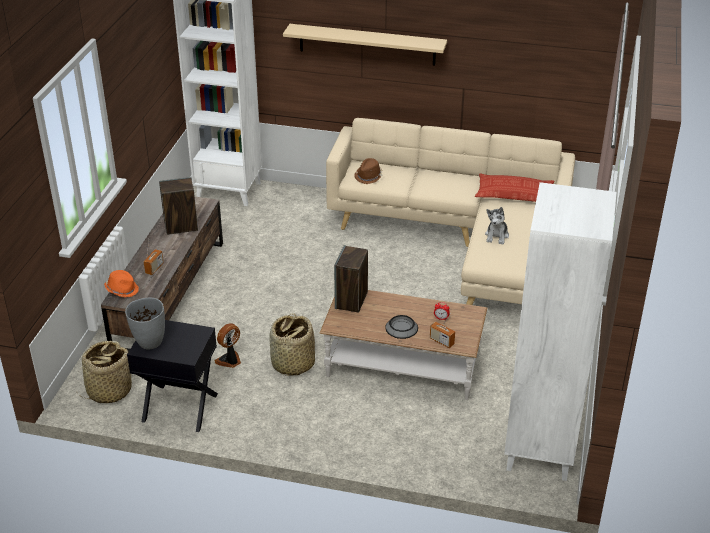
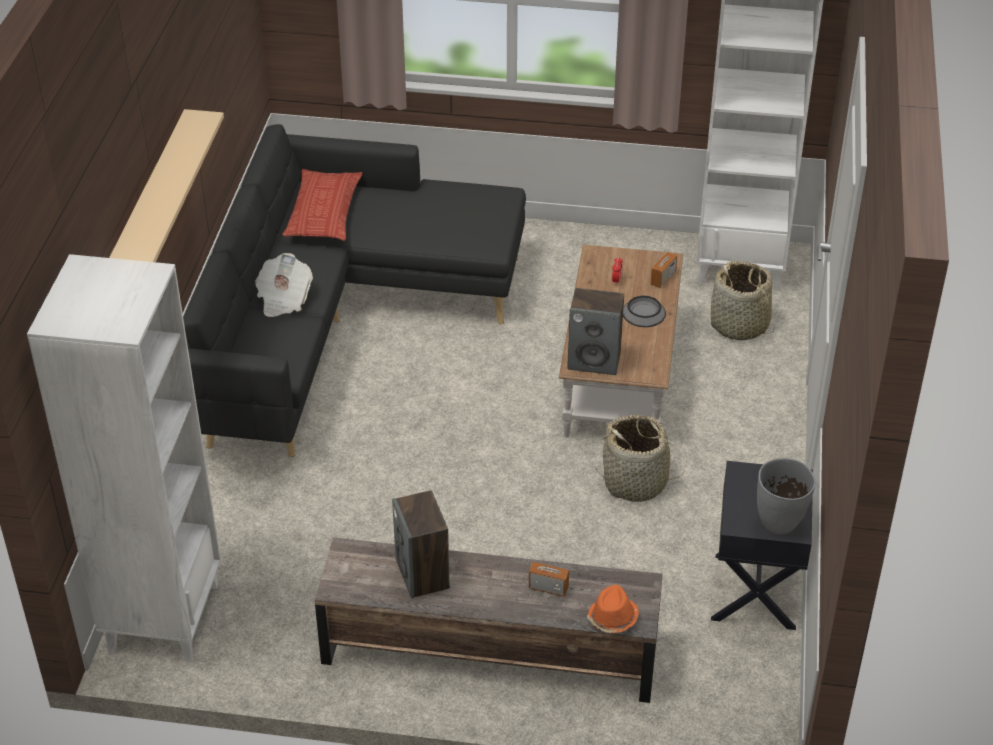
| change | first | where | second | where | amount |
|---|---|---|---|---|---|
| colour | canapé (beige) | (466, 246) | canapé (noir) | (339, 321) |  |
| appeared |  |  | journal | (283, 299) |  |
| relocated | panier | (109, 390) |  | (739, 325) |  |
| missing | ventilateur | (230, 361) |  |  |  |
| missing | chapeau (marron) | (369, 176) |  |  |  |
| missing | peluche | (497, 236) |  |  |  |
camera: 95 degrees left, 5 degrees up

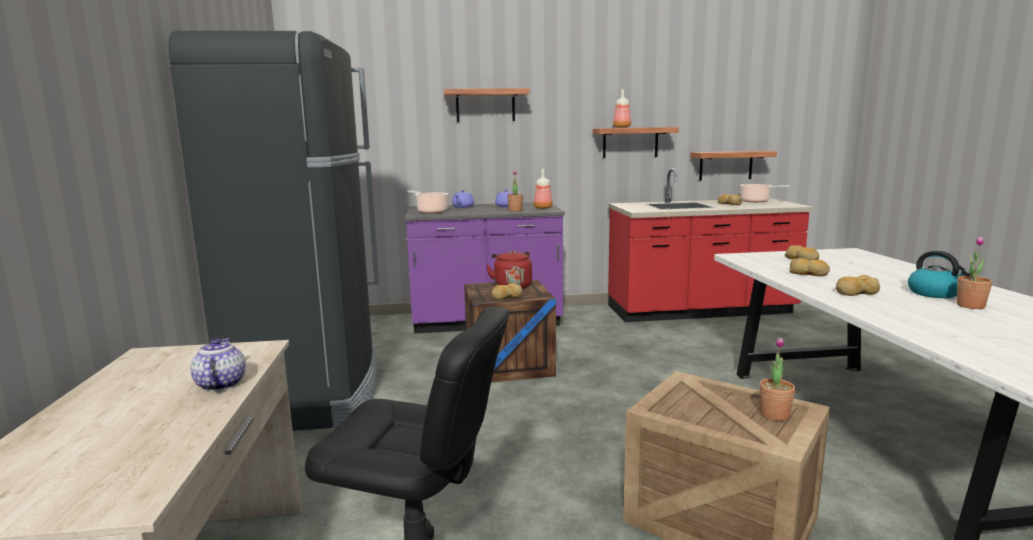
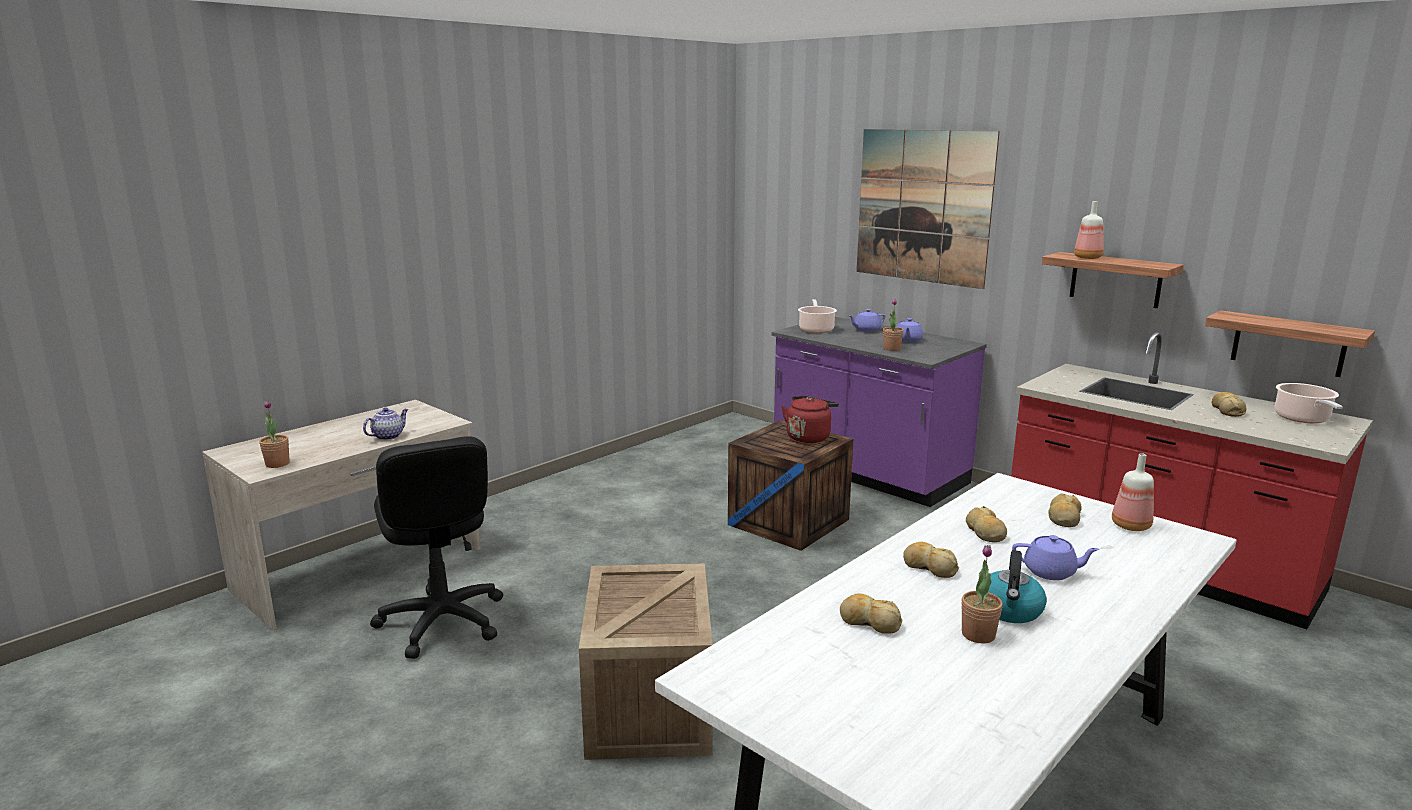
| change | first | where | second | where | amount |
|---|---|---|---|---|---|
| relocated | plante en pot | (774, 415) |  | (277, 464) |  |
| relocated | pain | (506, 297) |  | (869, 622) |  |
| exchanged | étagère | (485, 106) | tableau | (923, 206) |  |
| appeared |  |  | théière (violet) | (1051, 572) |  |
| relocated | bouteille | (542, 208) |  | (1129, 525) |  |
| missing | réfrigérateur (noir) | (311, 395) |  |  |  |
camera: 50 degrees right, 5 degrees up

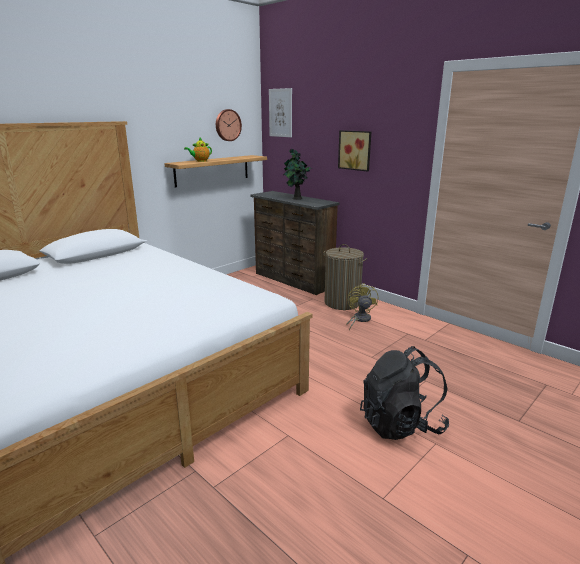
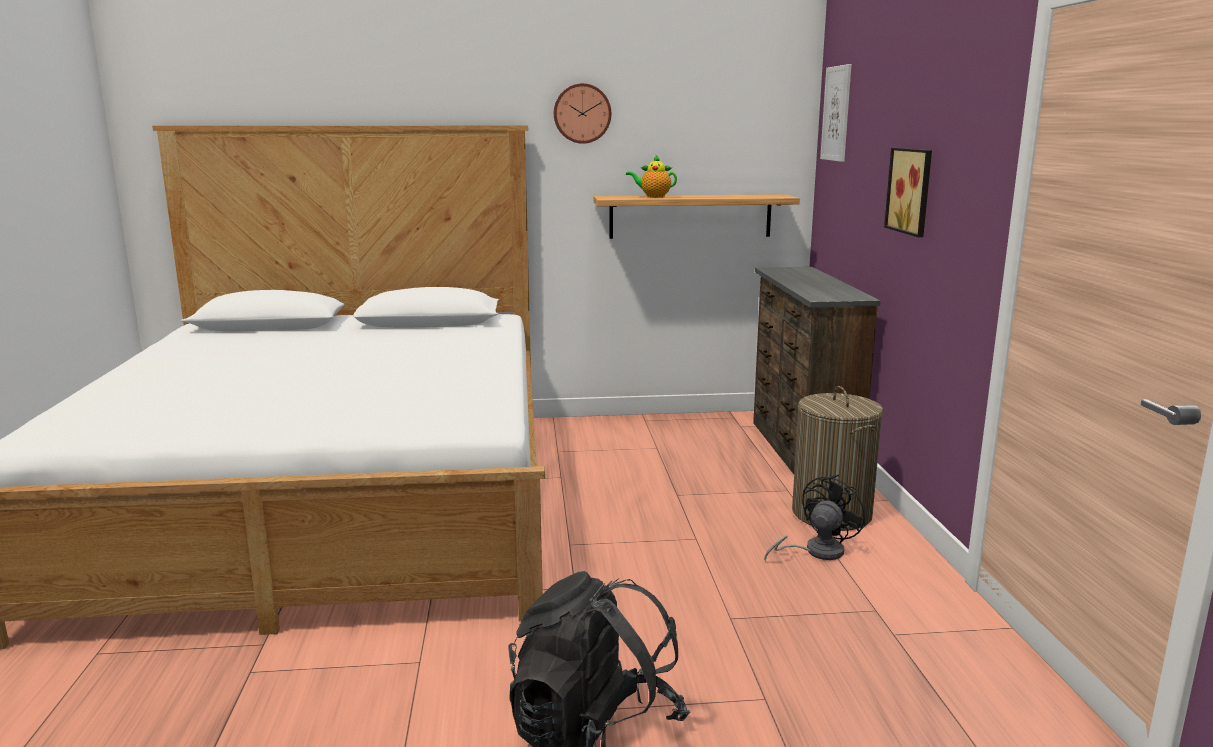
| change | first | where | second | where | amount |
|---|---|---|---|---|---|
| relocated | horloge murale | (227, 125) |  | (582, 113) |  |
| colour | ventilateur (jaune) | (359, 319) | ventilateur (noir) | (816, 552) |  |
| missing | plante en pot | (296, 198) |  |  |  |
camera: 40 degrees right, 5 degrees down

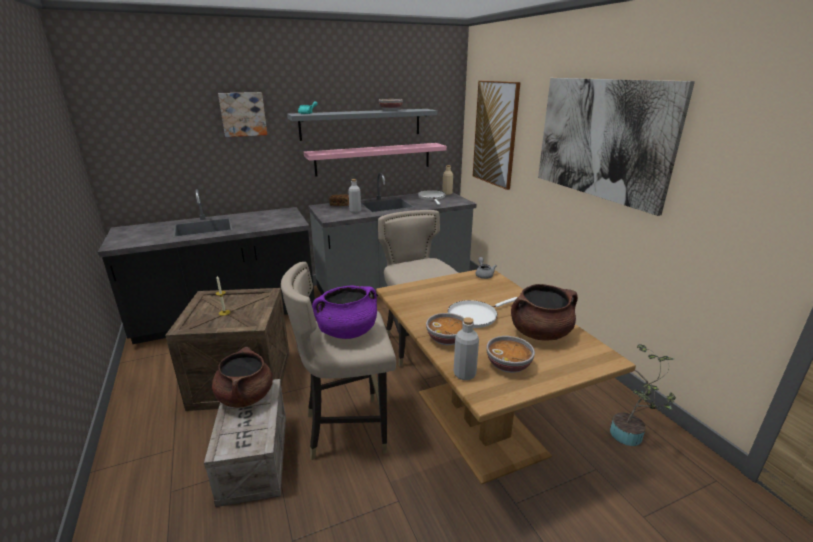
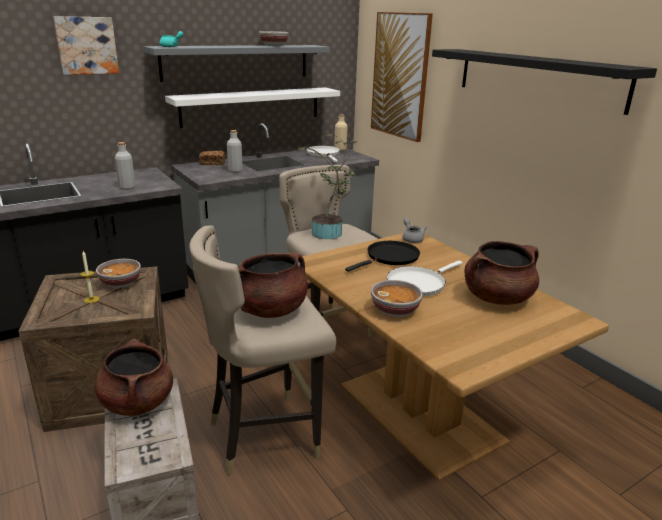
| change | first | where | second | where | amount |
|---|---|---|---|---|---|
| relocated | bol | (508, 365) |  | (121, 283) |  |
| relocated | bouteille (gris) | (464, 374) |  | (127, 187) |  |
| colour | étagère (rose) | (374, 159) | étagère (blanc) | (252, 106) |  |
| colour | marmite (violet) | (347, 332) | marmite (marron) | (270, 310) |  |
| relocated | plante en pot | (629, 437) |  | (329, 234) |  |
| appeared |  |  | poêle (noir) | (390, 257) |  |
| exchanged | tableau | (602, 139) | étagère (noir) | (537, 78) |  |
camera: 10 degrees left, 0 degrees up

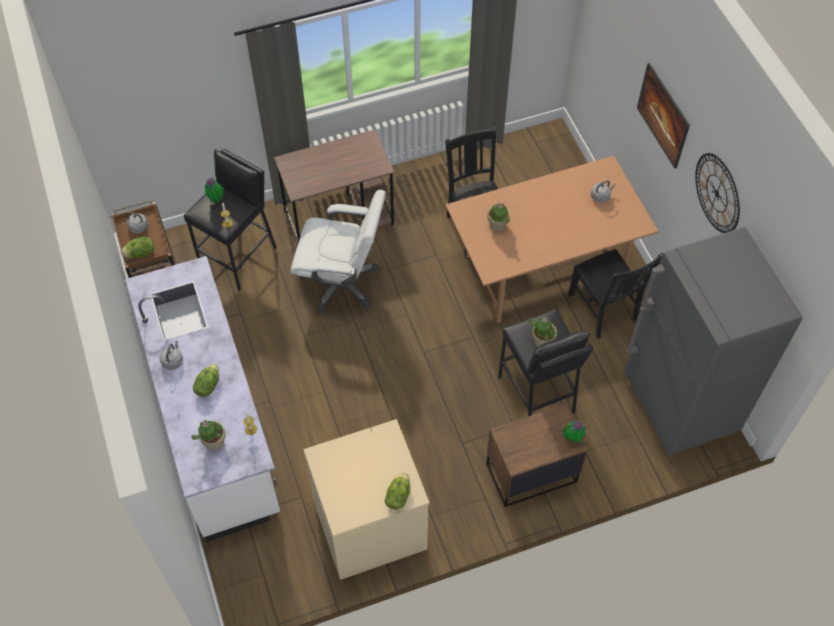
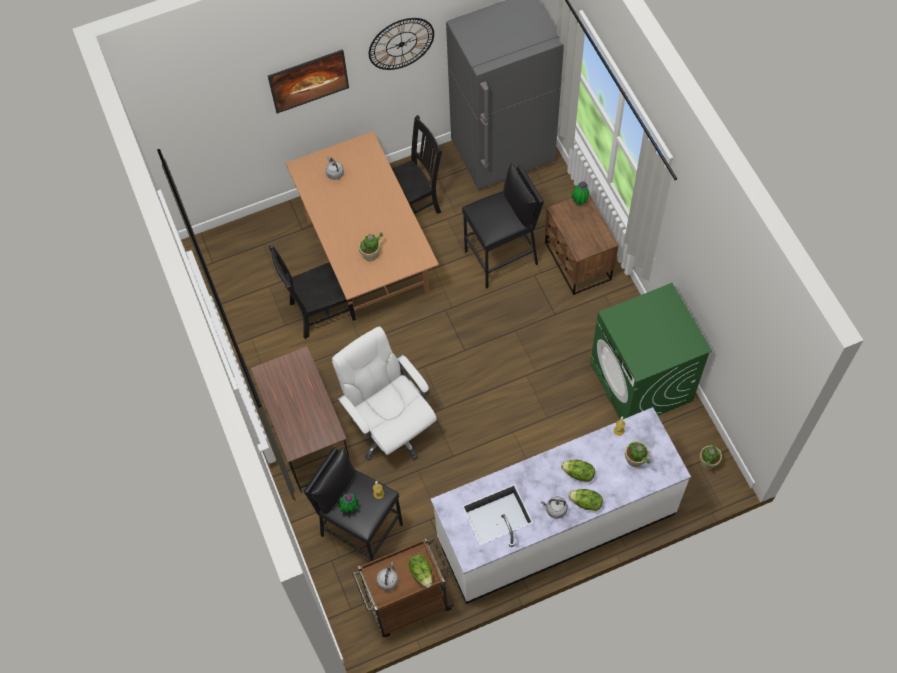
| change | first | where | second | where | amount |
|---|---|---|---|---|---|
| spun | chaise de bureau (blanc) | (342, 283) |  | (390, 427) | 45 degrees counterclockwise |
| relocated | laitue | (398, 496) |  | (585, 503) |  |
| colour | lave-linge (beige) | (369, 526) | lave-linge (vert) | (641, 382) |  |
| relocated | plante en pot | (542, 341) |  | (708, 462) |  |
camera: 90 degrees left, 5 degrees up

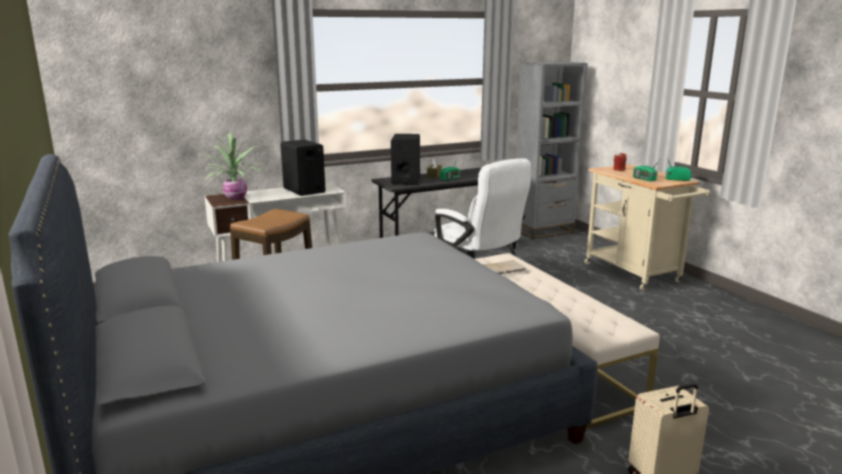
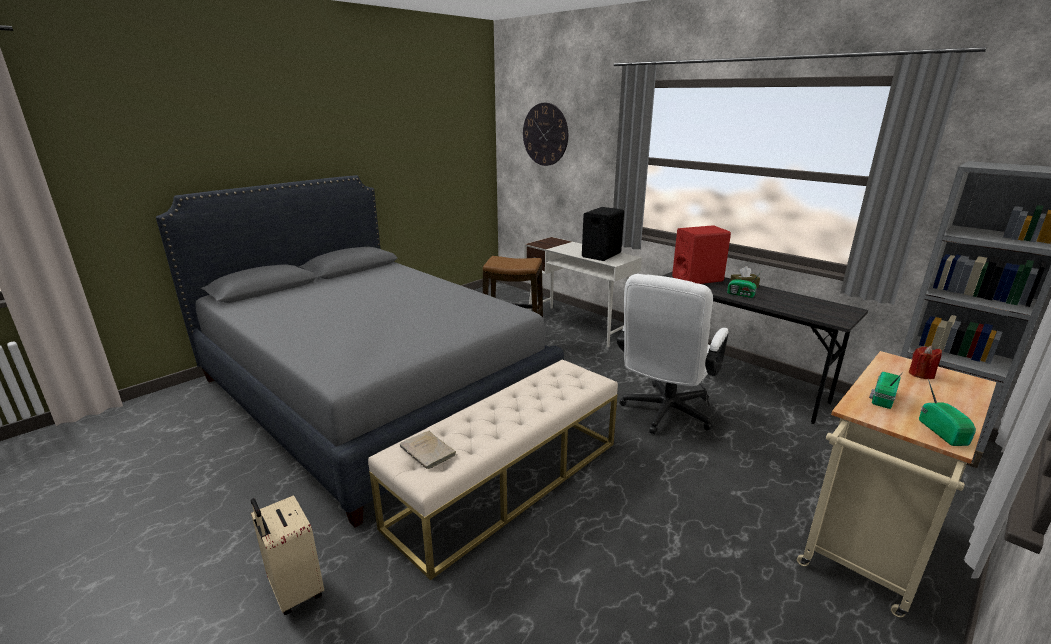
| change | first | where | second | where | amount |
|---|---|---|---|---|---|
| relocated | livre (beige) | (505, 269) |  | (429, 452) |  |
| appeared |  |  | horloge murale | (545, 134) |  |
| colour | enceinte (noir) | (406, 180) | enceinte (rouge) | (697, 279) |  |
| missing | plante en pot | (234, 198) |  |  |  |
camera: 70 degrees right, 5 degrees up

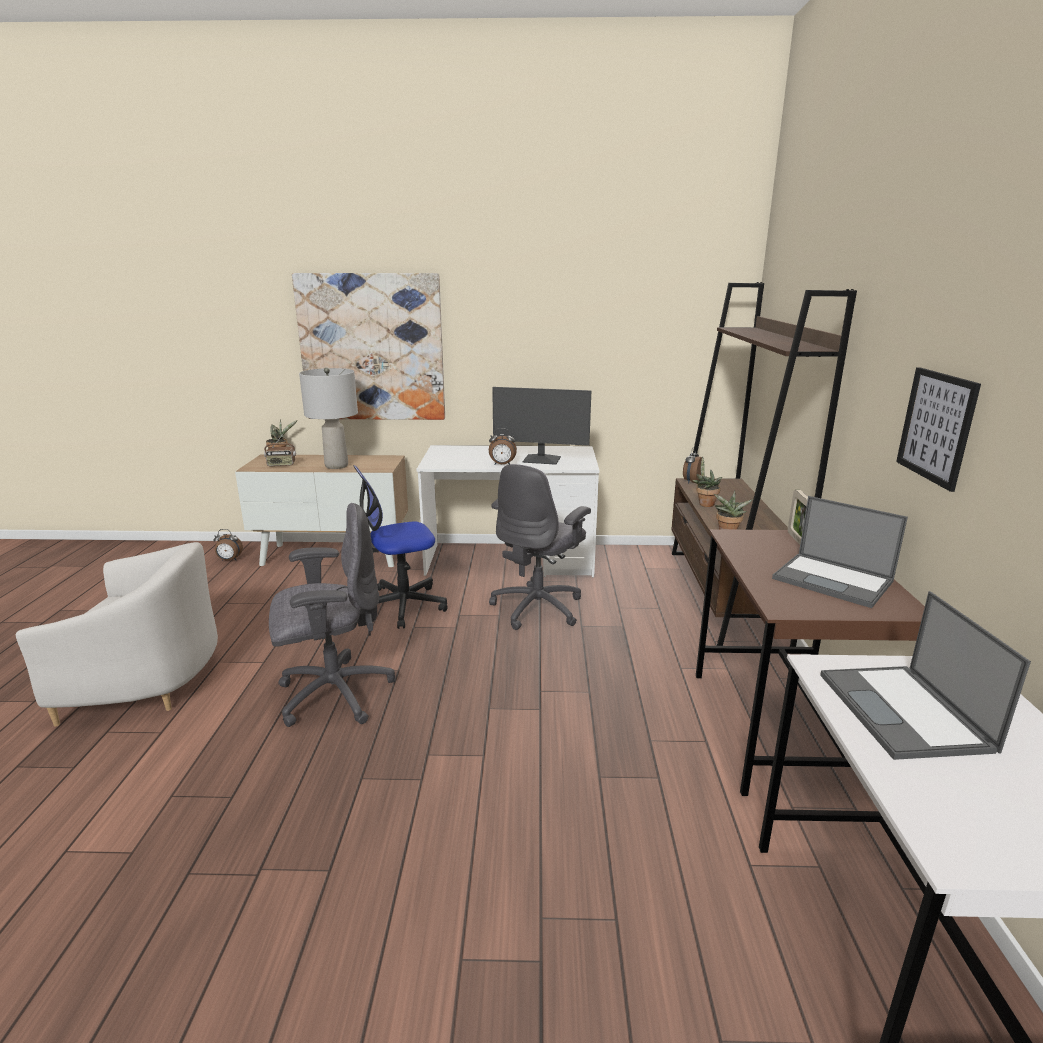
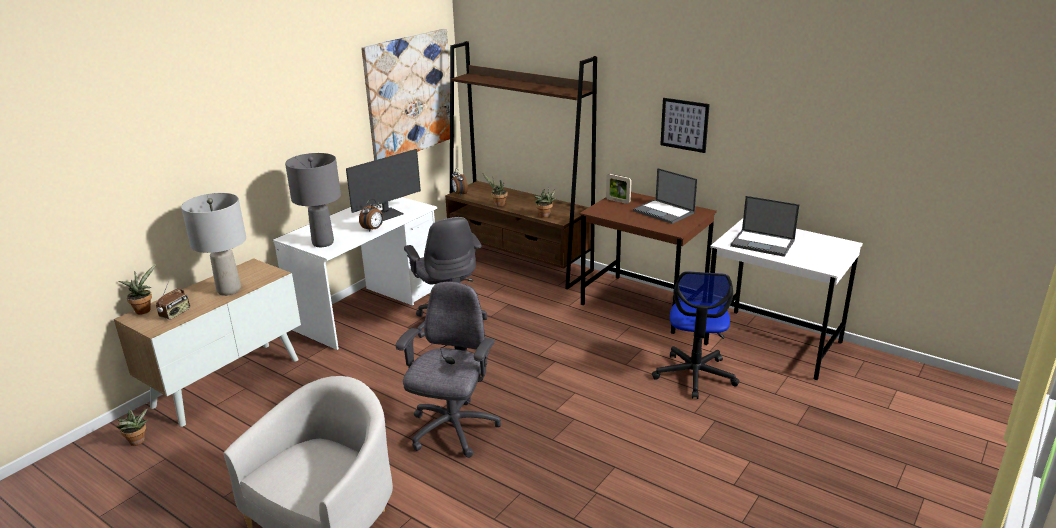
| change | first | where | second | where | amount |
|---|---|---|---|---|---|
| exchanged | réveil | (229, 560) | plante en pot | (137, 442) |  |
| appeared |  |  | lampe de table (gris) | (322, 243) |  |
| relocated | tableau | (372, 348) |  | (409, 95) |  |
| spun | ordinateur portable | (834, 580) |  | (664, 212) | 60 degrees clockwise |
| relocated | chaise de bureau | (402, 605) |  | (695, 375) |  |
camera: 55 degrees left, 5 degrees up

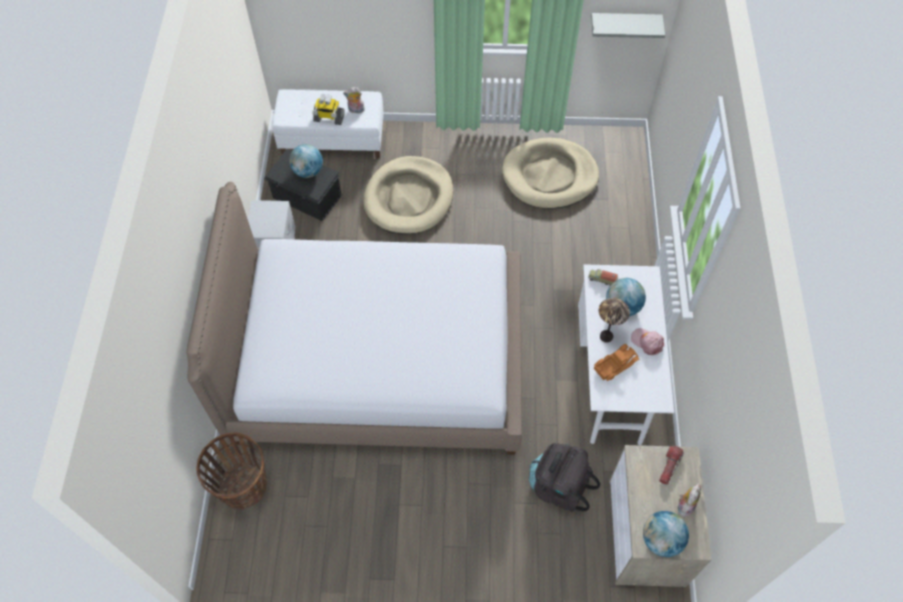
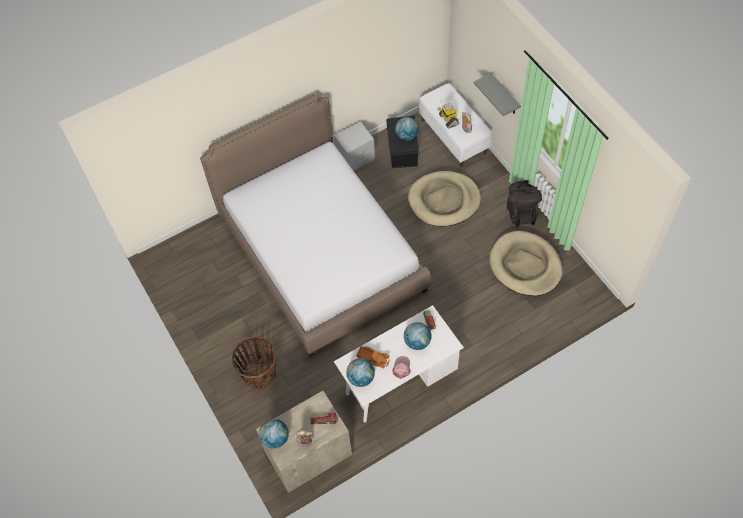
| change | first | where | second | where | amount |
|---|---|---|---|---|---|
| relocated | panier | (242, 486) |  | (259, 374) |  |
| appeared |  |  | globe | (361, 378) |  |
| relocated | étagère (gris) | (624, 24) |  | (505, 95) |  |
| relocated | sac à dos (noir) | (558, 486) |  | (521, 211) |  |
| missing | lampe de table | (605, 336) |  |  |  |
camera: 60 degrees right, 0 degrees up

